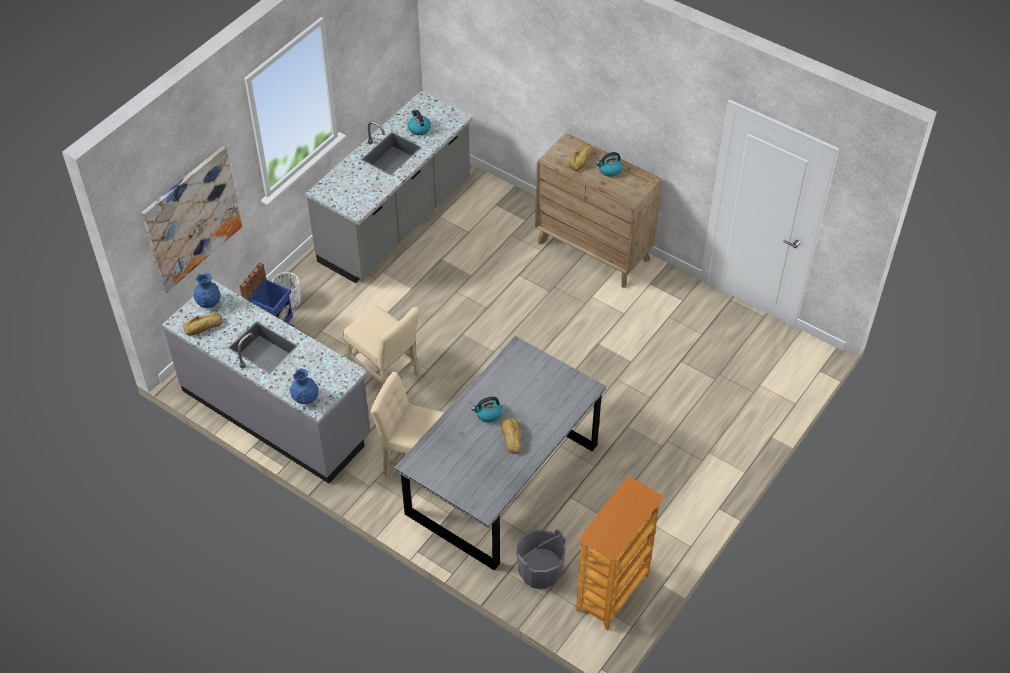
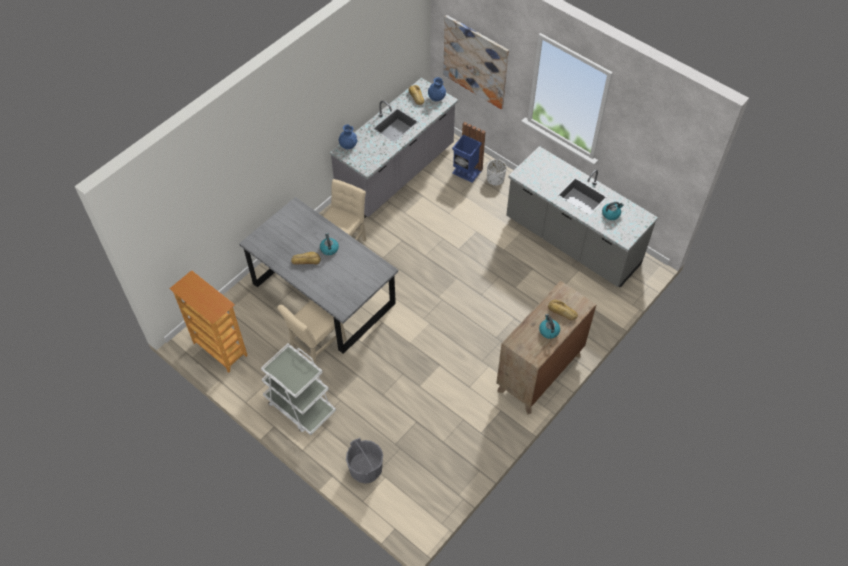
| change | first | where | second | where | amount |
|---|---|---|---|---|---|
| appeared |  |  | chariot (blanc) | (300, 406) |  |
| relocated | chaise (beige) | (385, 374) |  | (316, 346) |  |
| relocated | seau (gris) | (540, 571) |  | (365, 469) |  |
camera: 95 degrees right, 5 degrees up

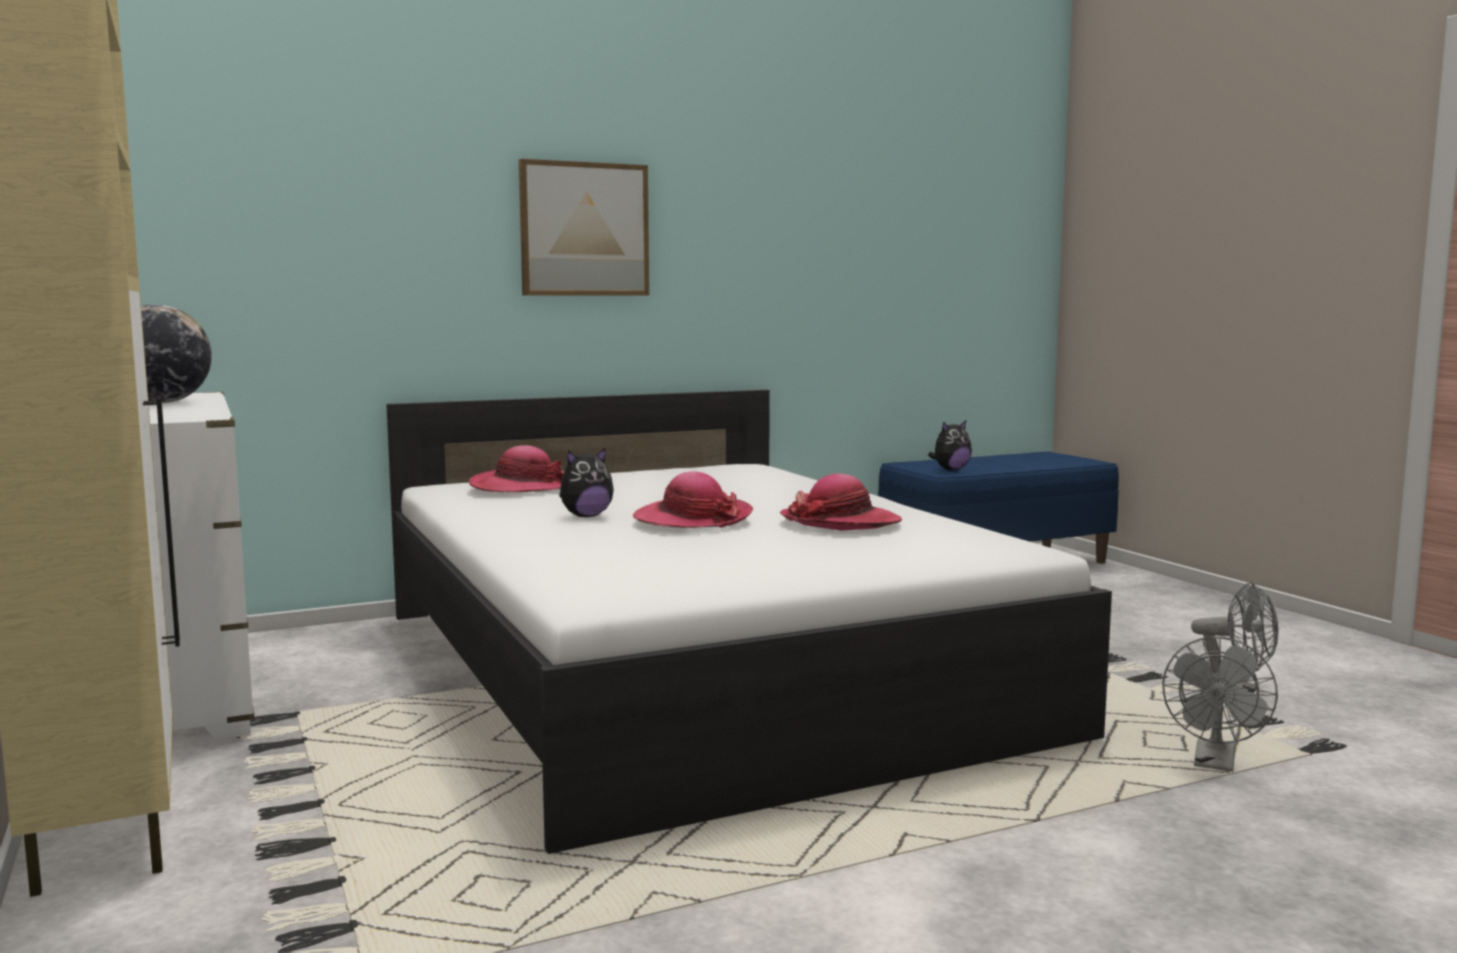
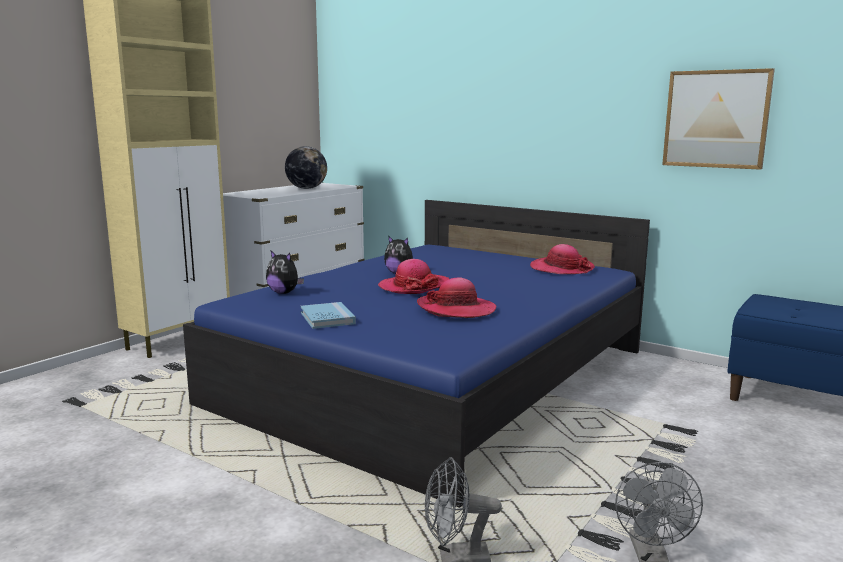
| change | first | where | second | where | amount |
|---|---|---|---|---|---|
| colour | lit (blanc) | (692, 670) | lit (bleu) | (437, 376) |  |
| relocated | peluche | (950, 470) |  | (284, 293) |  |
| appeared |  |  | livre (bleu) | (327, 318) |  |
| relocated | chapeau | (522, 487) |  | (561, 269) |  |
| relocated | tableau | (584, 229) |  | (716, 119) |  |
camera: 60 degrees right, 5 degrees up

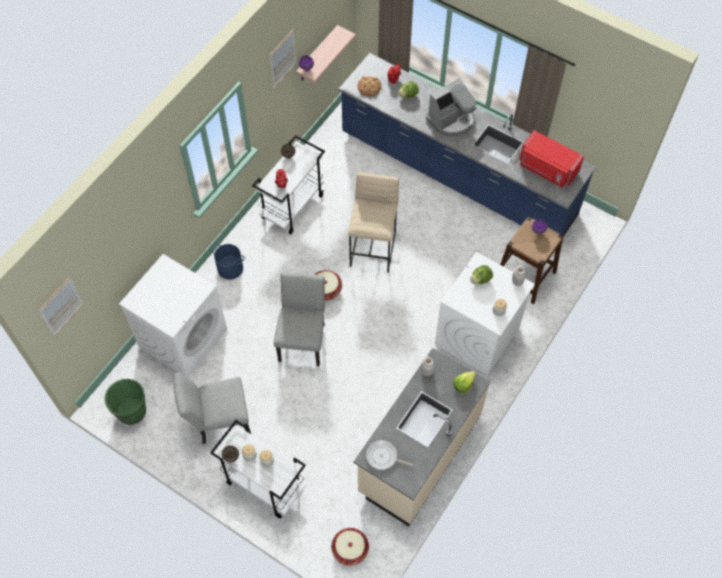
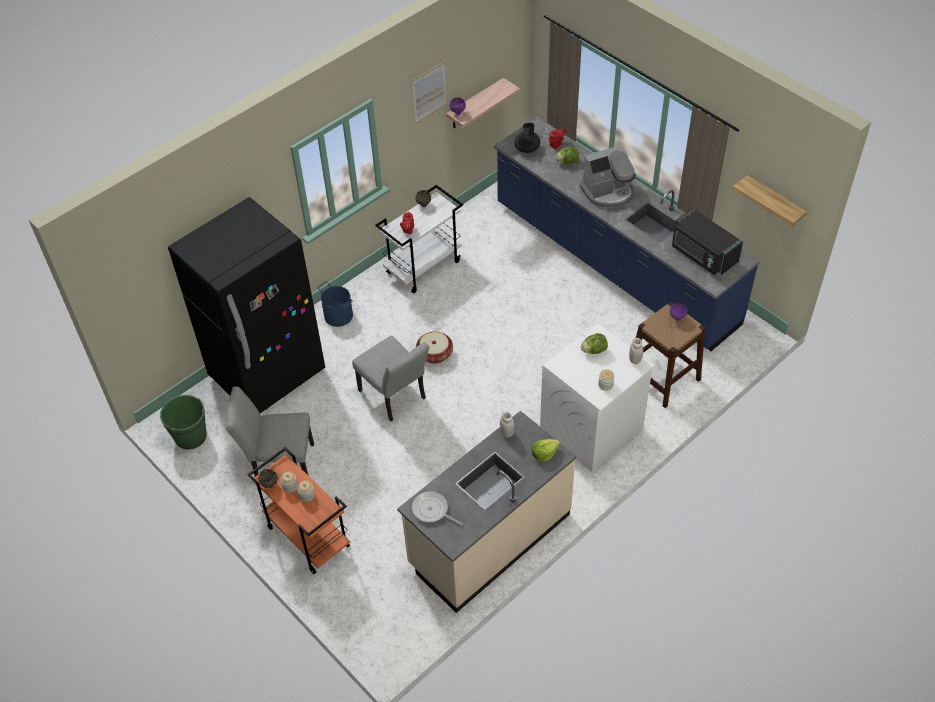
| change | first | where | second | where | amount |
|---|---|---|---|---|---|
| exchanged | lave-linge (blanc) | (183, 337) | réfrigérateur (noir) | (268, 374) |  |
| colour | chariot (blanc) | (263, 484) | chariot (orange) | (307, 537) |  |
| spun | chaise (gris) | (303, 338) |  | (395, 397) | 120 degrees clockwise |
| exchanged | pain | (369, 87) | théière (noir) | (527, 148) |  |
| colour | micro-ondes (rouge) | (547, 169) | micro-ondes (noir) | (702, 255) |  |
| appeared |  |  | étagère | (774, 202) |  |
| missing | tableau | (61, 306) |  |  |  |
| missing | panier | (350, 549) |  |  |  |
| missing | tabouret (beige) | (373, 249) |  |  |  |
camera: 15 degrees right, 10 degrees down

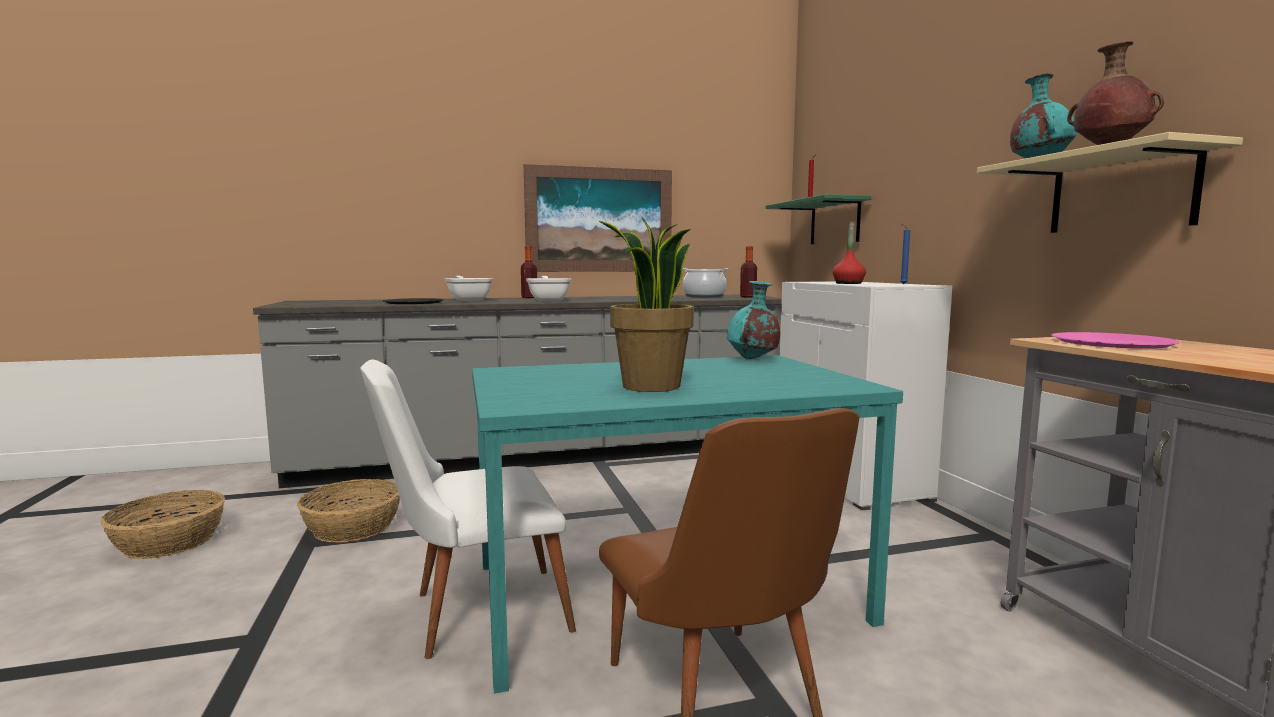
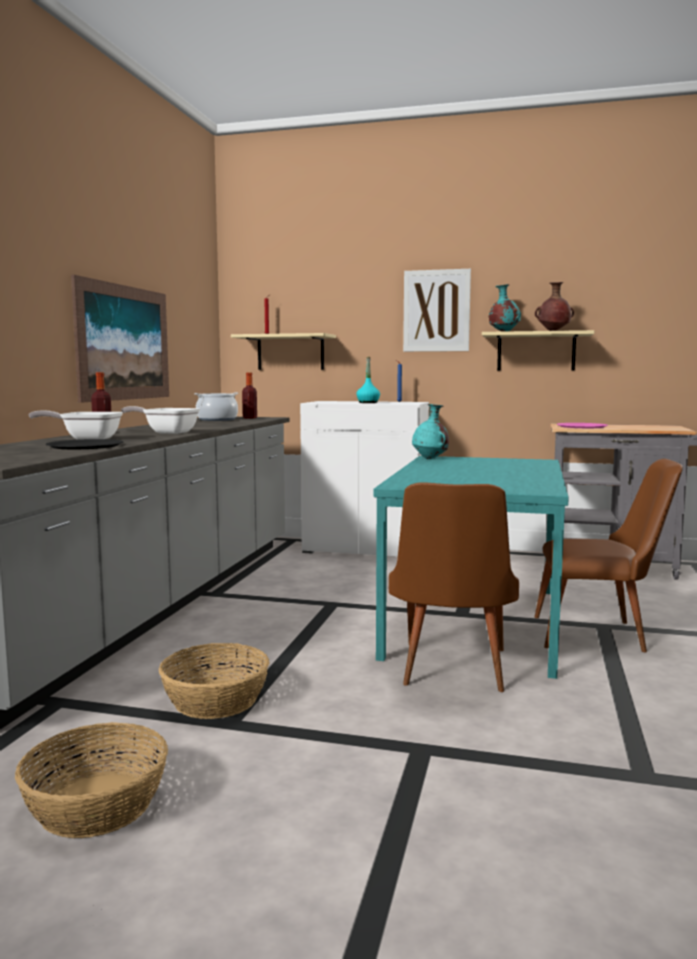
| change | first | where | second | where | amount |
|---|---|---|---|---|---|
| colour | étagère (vert) | (835, 222) | étagère (beige) | (290, 352) |  |
| colour | bouteille (rouge) | (848, 283) | bouteille (turquoise) | (368, 402) |  |
| colour | chaise (blanc) | (474, 612) | chaise (marron) | (451, 672) |  |
| appeared |  |  | tableau | (436, 311) |  |
| missing | plante en pot | (650, 386) |  |  |  |
camera: 60 degrees left, 0 degrees up

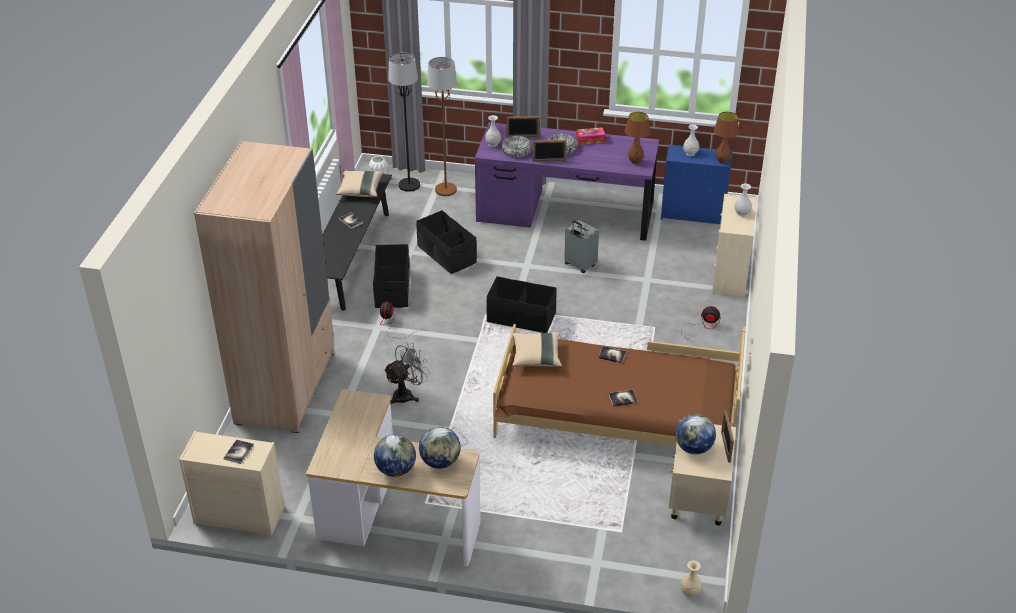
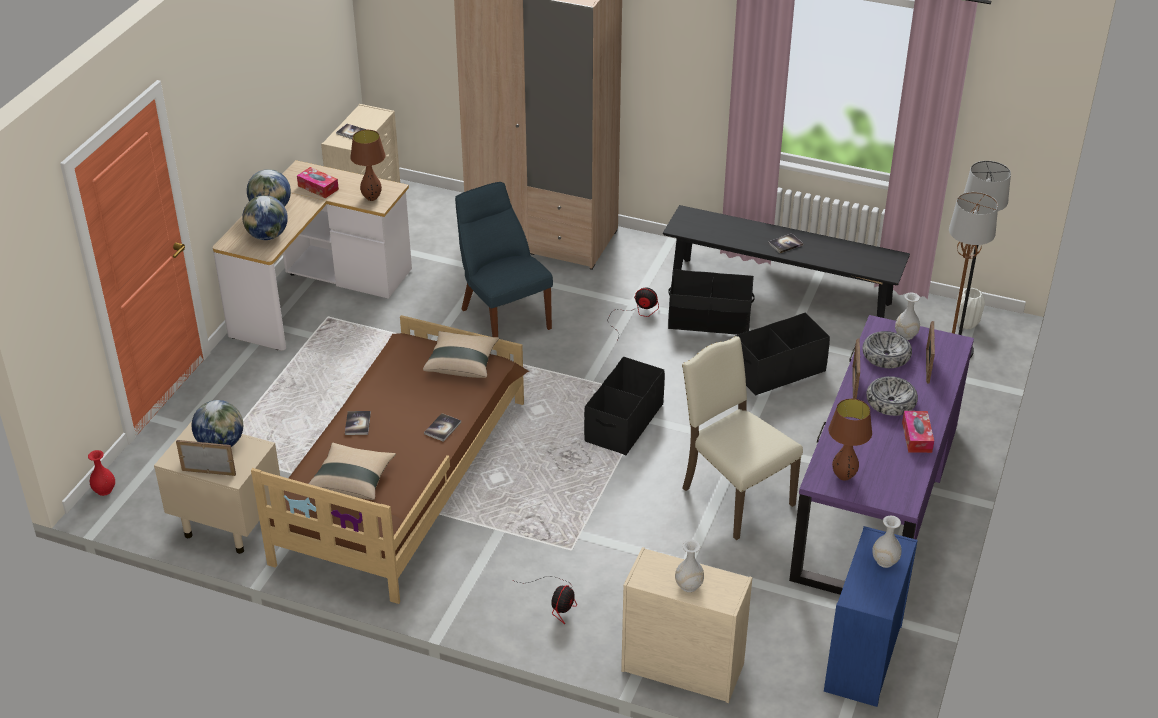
| change | first | where | second | where | amount |
|---|---|---|---|---|---|
| colour | vase (beige) | (689, 592) | vase (rouge) | (104, 490) |  |
| appeared |  |  | boîte à mouchoirs | (318, 187) |  |
| relocated | coussin (beige) | (360, 191) |  | (353, 481) |  |
| relocated | lampe de table (marron) | (722, 161) |  | (372, 198) |  |
| exchanged | ventilateur (gris) | (407, 394) | chaise (bleu) | (503, 316) |  |
| exchanged | valise (gris) | (579, 265) | chaise (beige) | (734, 496) |  |
camera: 100 degrees right, 0 degrees up

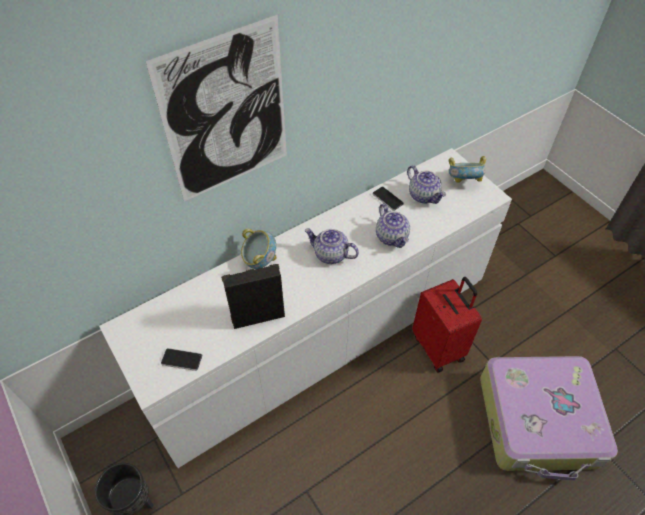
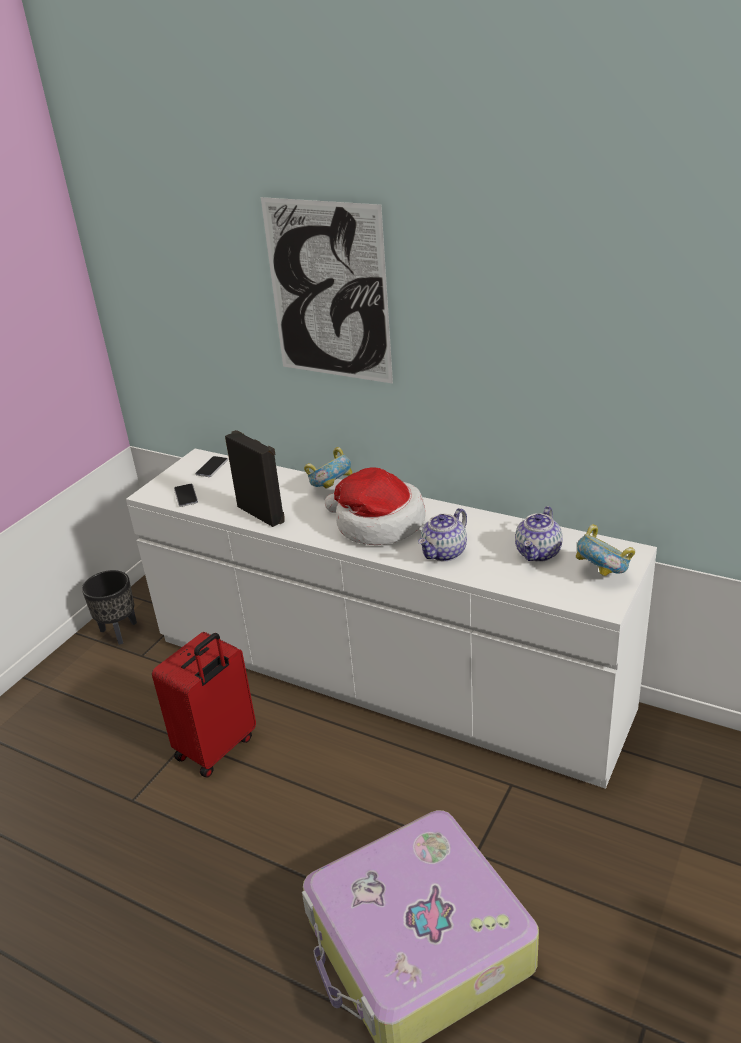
| change | first | where | second | where | amount |
|---|---|---|---|---|---|
| relocated | valise (rouge) | (439, 347) |  | (217, 748) |  |
| relocated | téléphone | (387, 199) |  | (212, 467) |  |
| exchanged | théière | (330, 255) | chapeau | (377, 524) |  |
camera: 65 degrees right, 20 degrees down

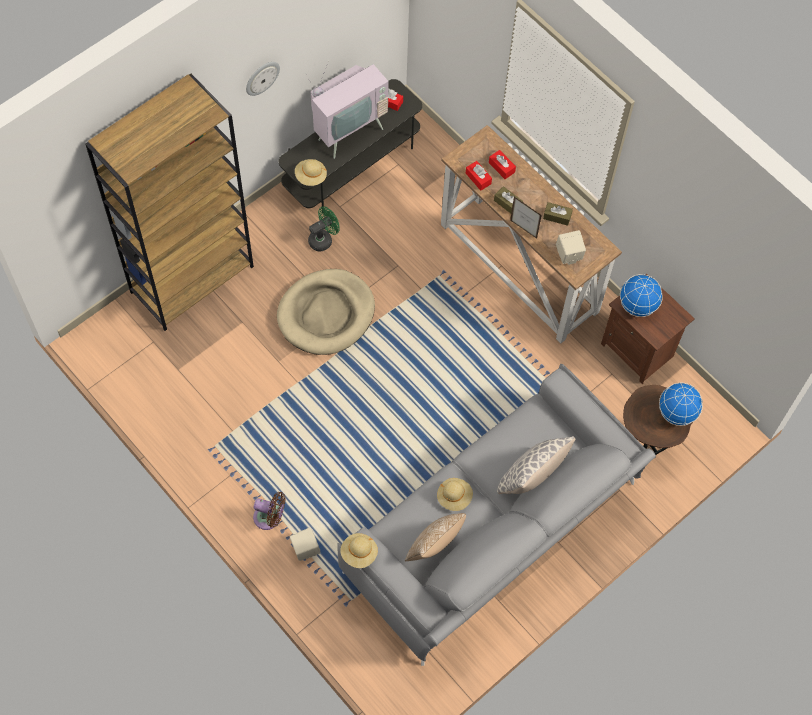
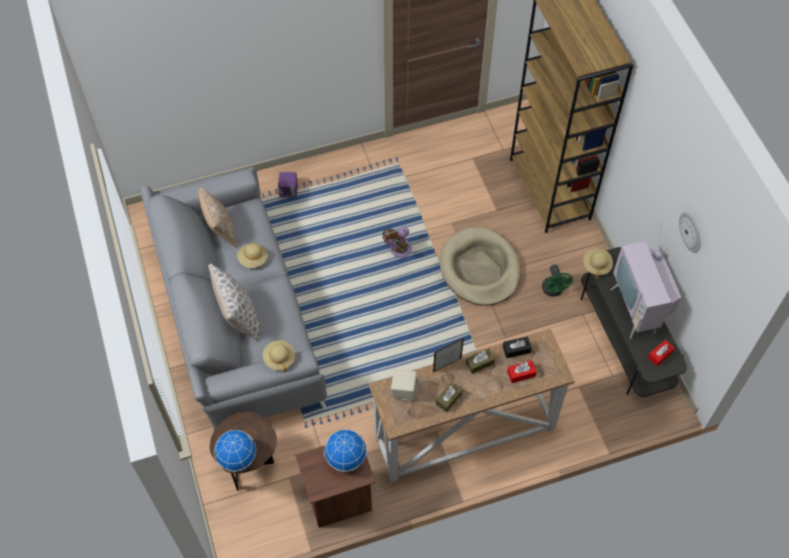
| change | first | where | second | where | amount |
|---|---|---|---|---|---|
| relocated | chapeau (beige) | (359, 553) |  | (279, 358) |  |
| colour | enceinte (beige) | (305, 549) | enceinte (violet) | (289, 191) |  |
| relocated | ventilateur (marron) | (269, 518) |  | (399, 250) |  |
| colour | boîte à mouchoirs (rouge) | (478, 178) | boîte à mouchoirs (noir) | (516, 349) |  |
| relocated | horloge murale | (262, 77) |  | (691, 232) |  |
camera: 115 degrees right, 5 degrees down

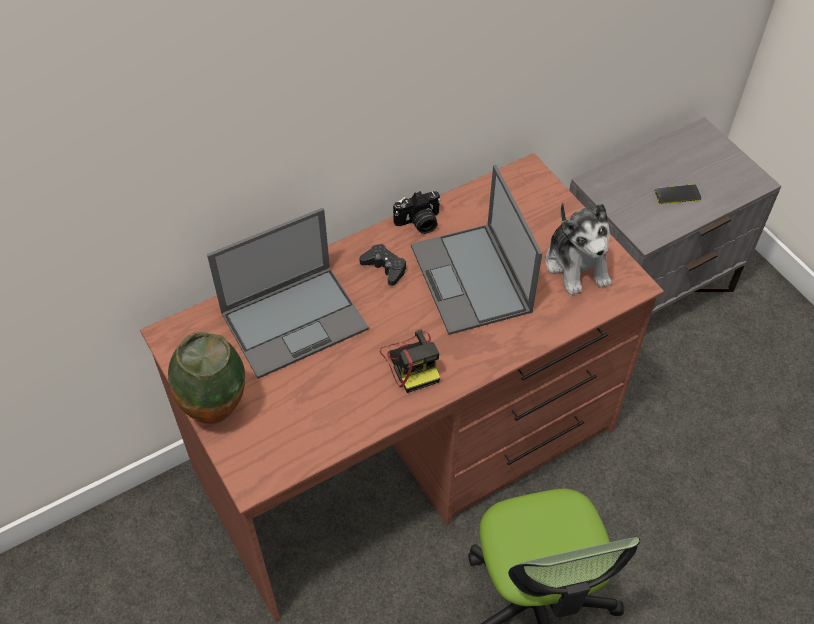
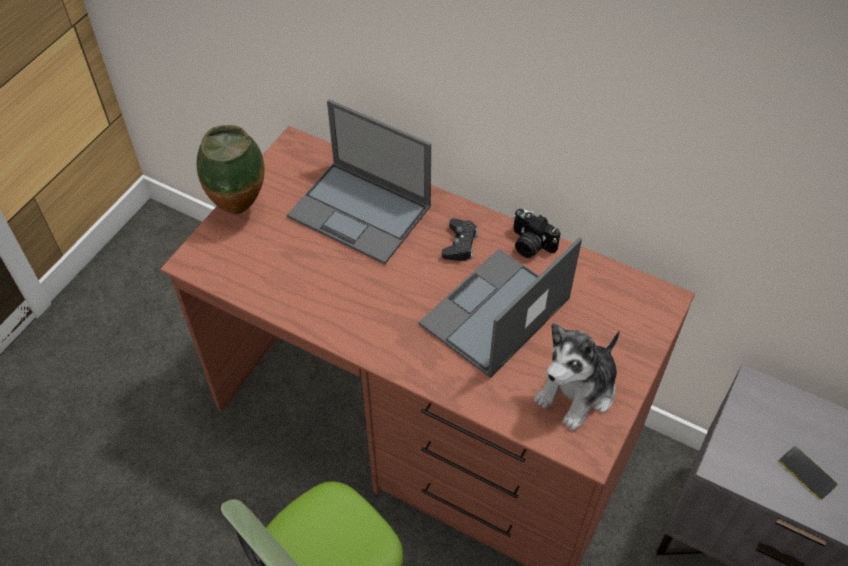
| change | first | where | second | where | amount |
|---|---|---|---|---|---|
| missing | appareil photo | (412, 362) |  |  |  |
camera: 60 degrees right, 0 degrees up

